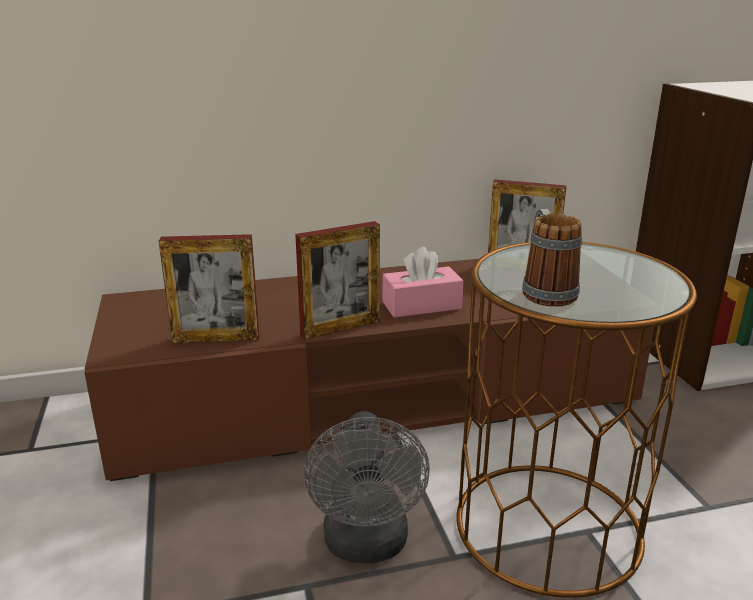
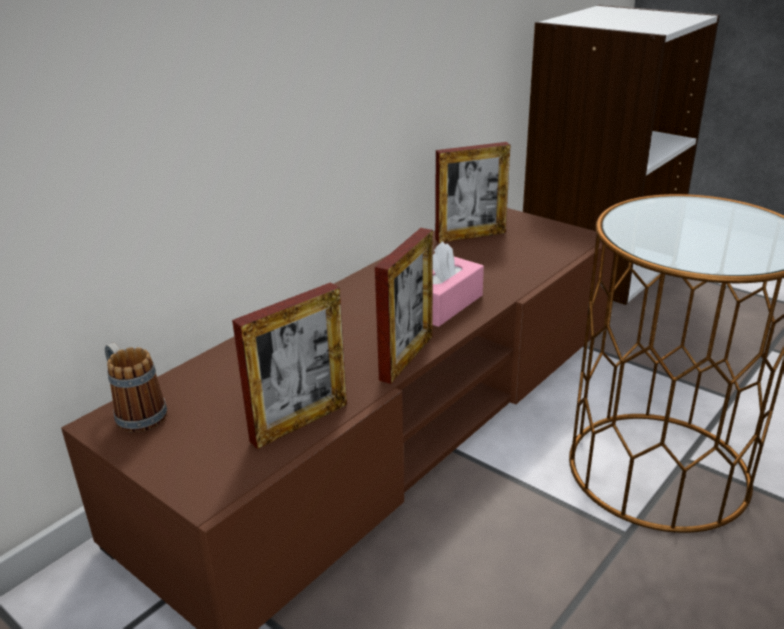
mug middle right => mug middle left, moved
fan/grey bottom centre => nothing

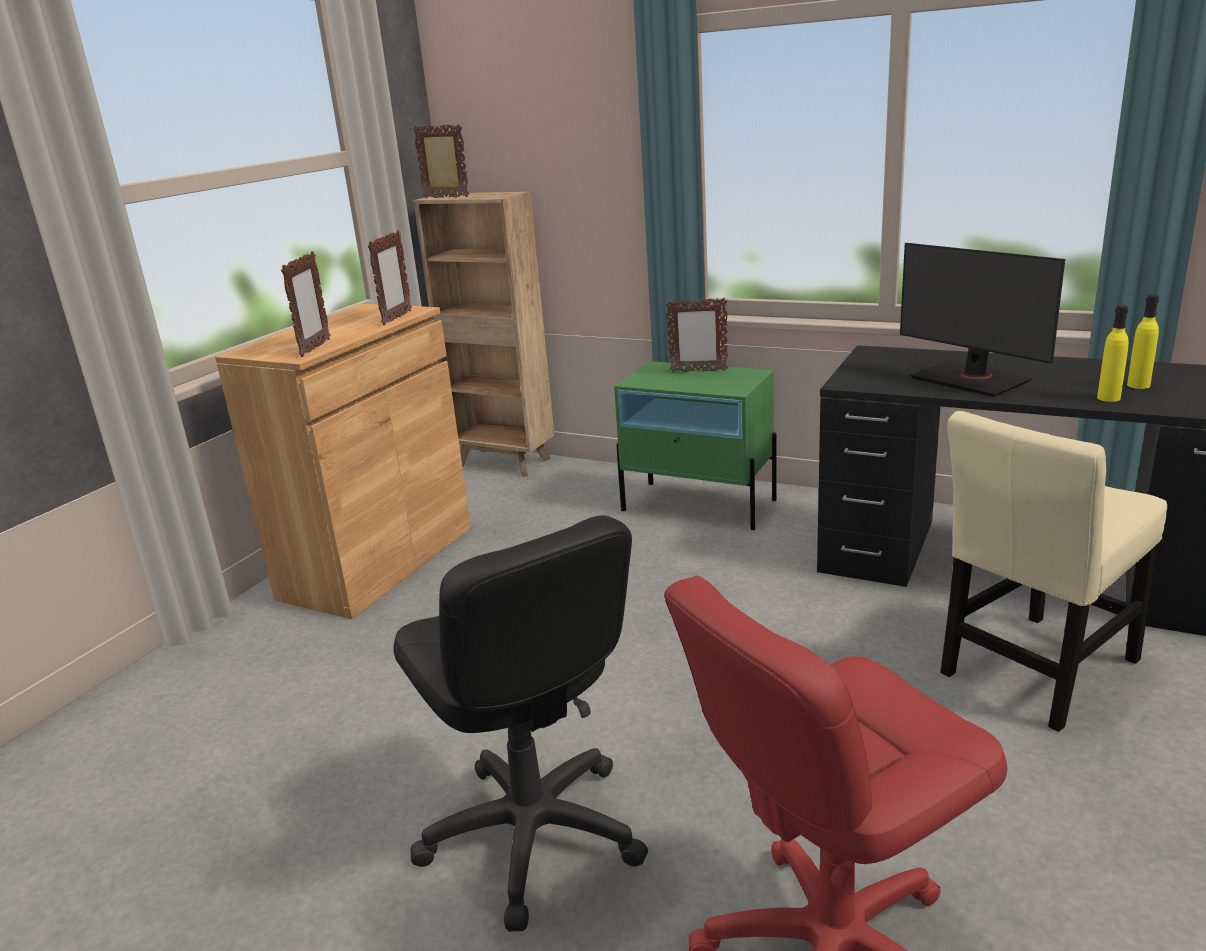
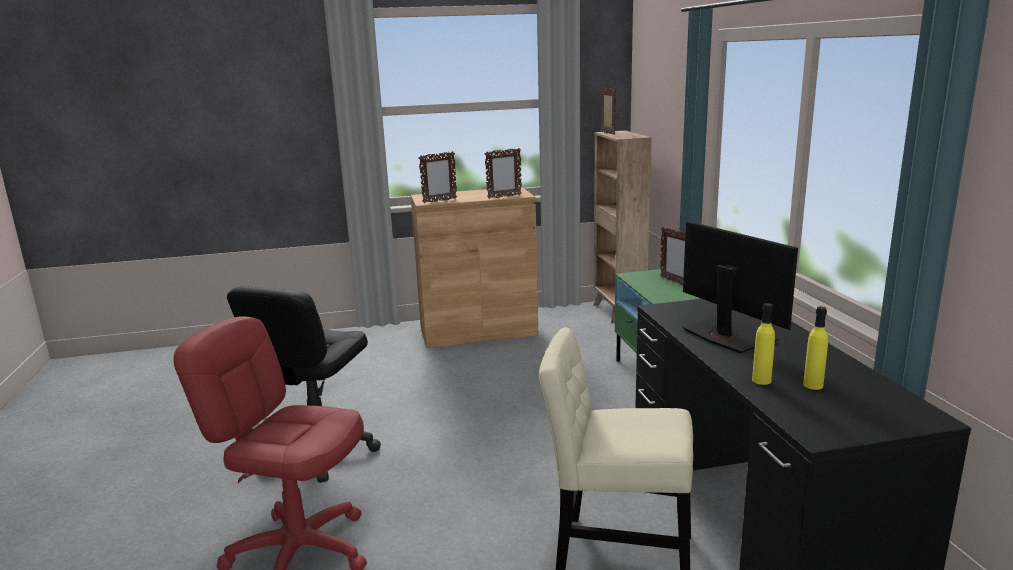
monitor middle right, 135 degrees clockwise

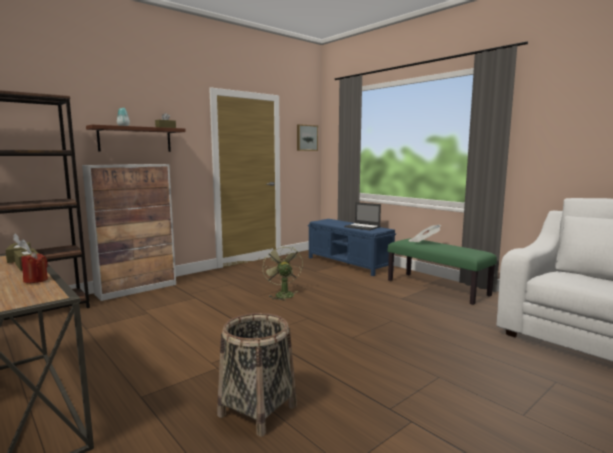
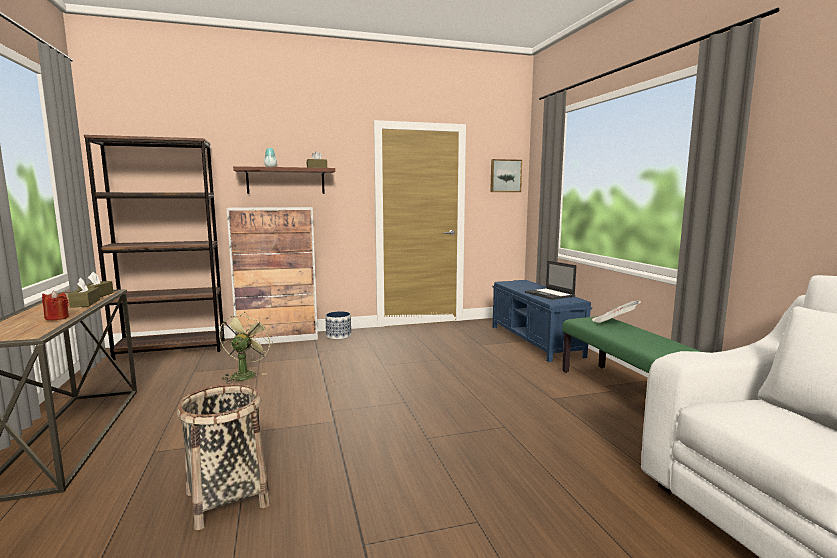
fan/green centre => fan/green middle left, moved
nothing => planter centre

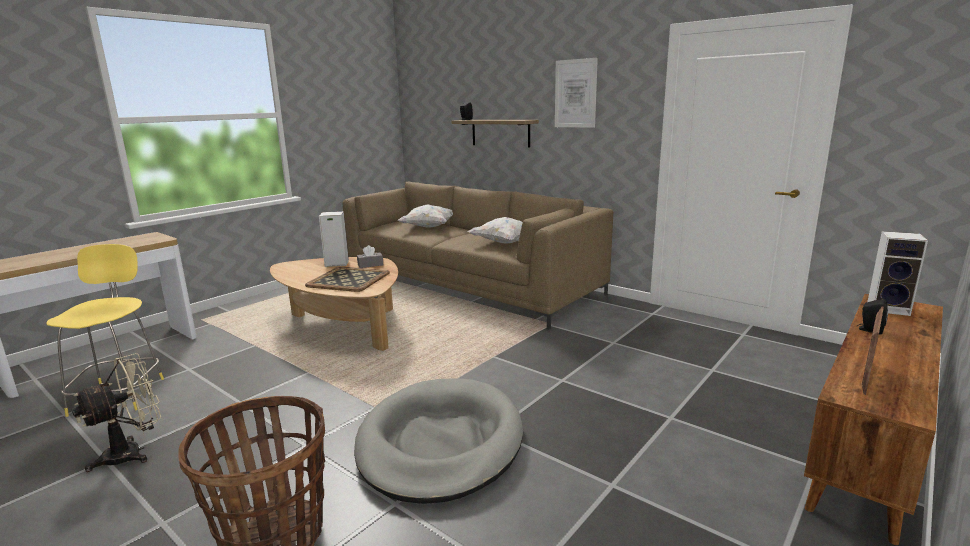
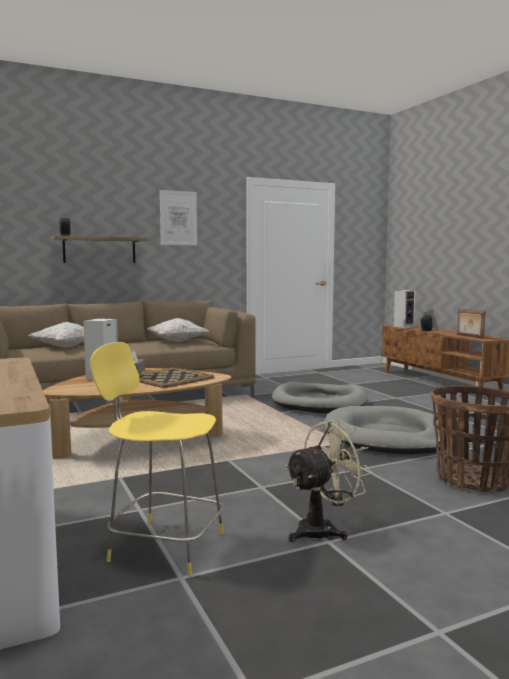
nothing => dog bed/grey (1st from left) centre
fan/beige bottom left => fan/beige bottom centre, 75 degrees clockwise

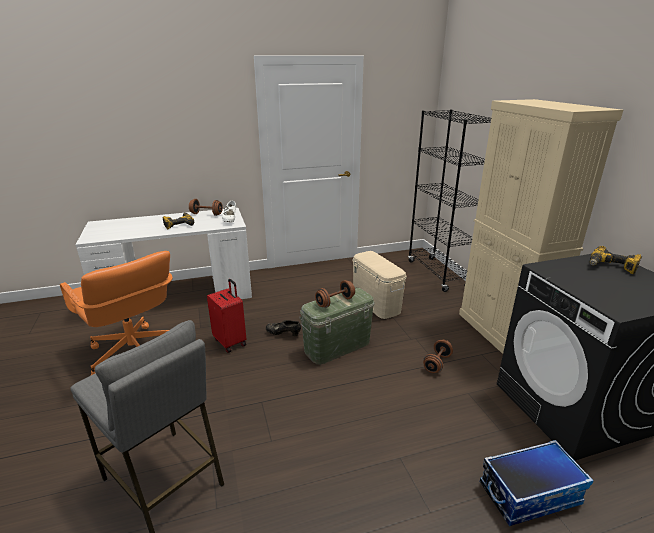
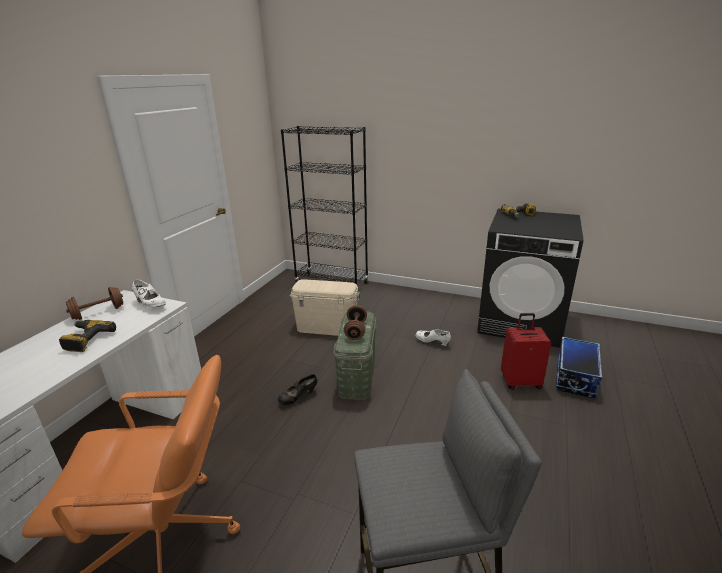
dumbbell/brown (3rd from left) bottom right => shoe/white (2nd from left) centre
suitcase/red centre => suitcase/red middle right, moved
cabinet/beige middle right => nothing

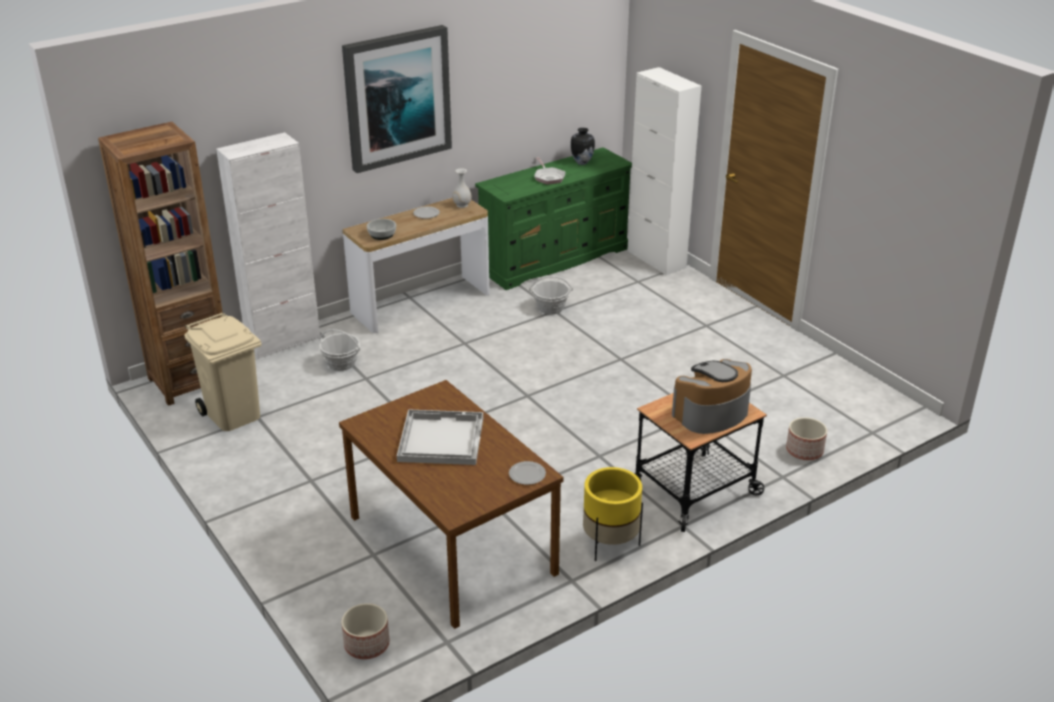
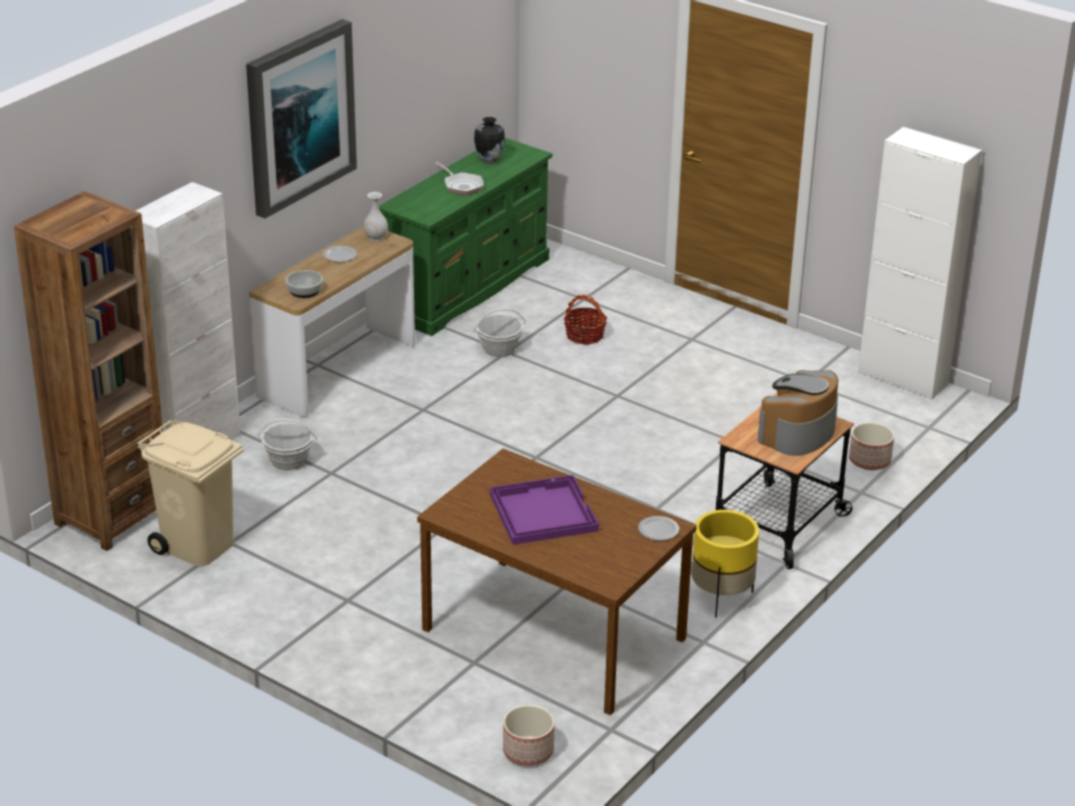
tray/white centre => tray/purple centre
nothing => basket (3rd from left) centre
cabinet/white (2nd from left) top centre => cabinet/white (2nd from left) top right, moved

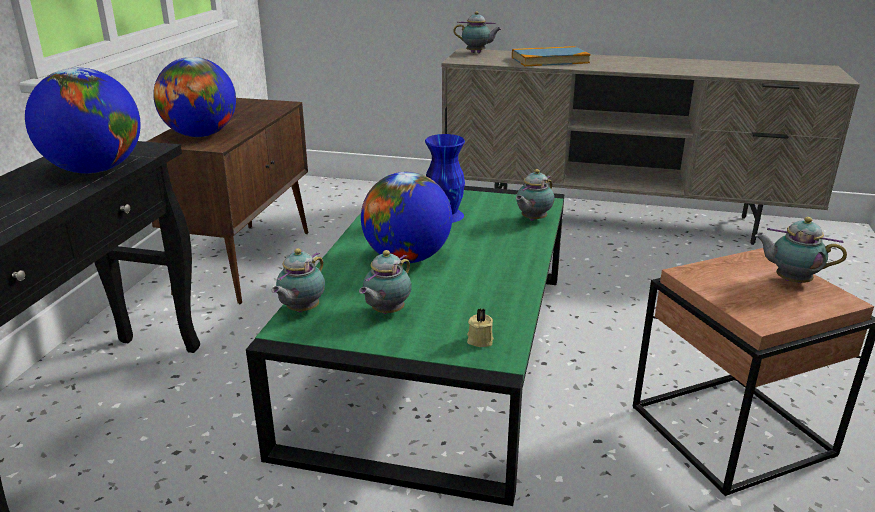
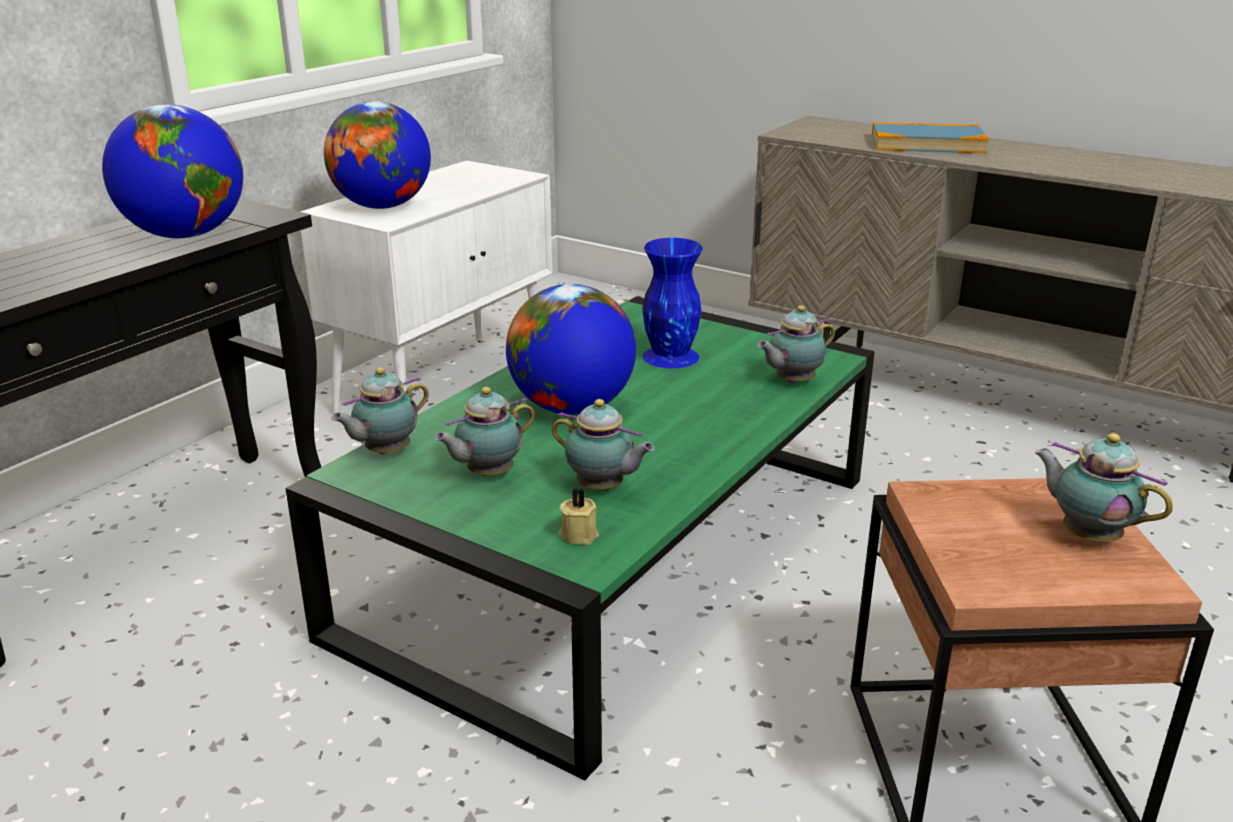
cabinet/brown middle left => cabinet/white centre
teapot (3rd from left) top centre => teapot (3rd from left) centre, moved

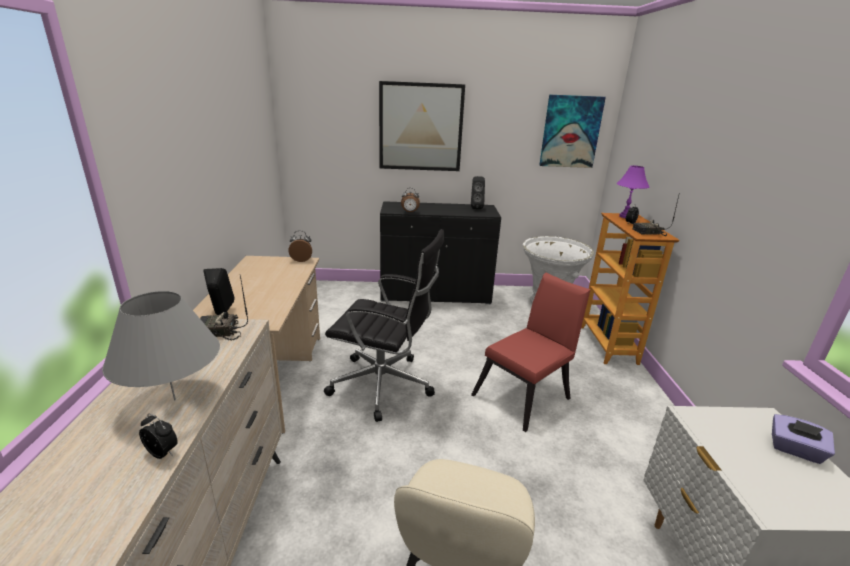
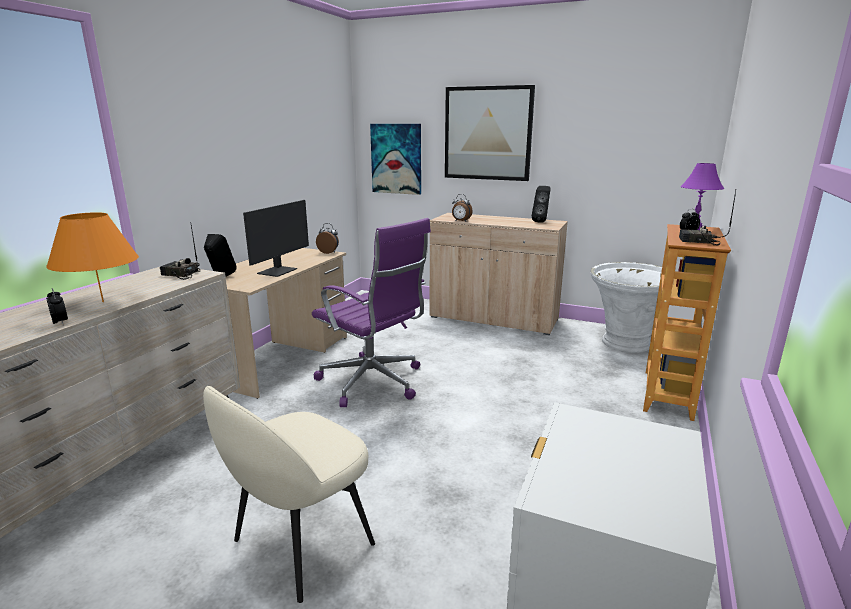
table lamp/grey middle left => table lamp/orange middle left
nothing => monitor middle left
office chair/black centre => office chair/purple centre
picture (2nd from left in the first image) top right => picture (1st from left) top centre, moved
cabinet/black centre => cabinet/beige centre
chair/red centre => nothing
tissue box/purple bottom right => nothing

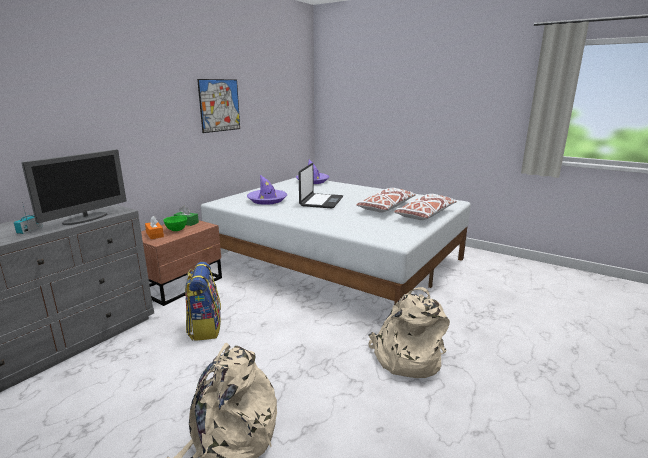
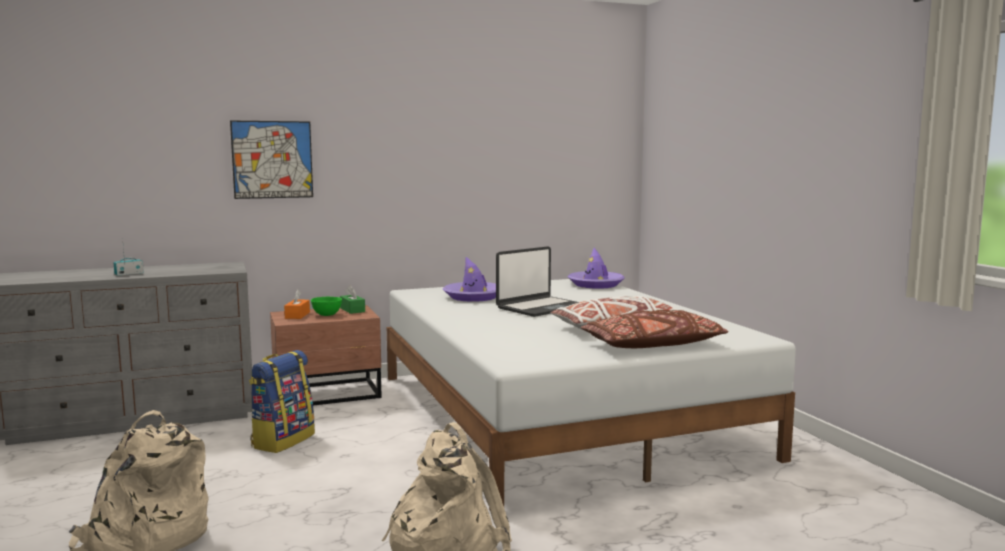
picture top centre => picture top left, moved
pillow/white (2nd from left) centre => pillow/brown centre
monitor middle left => nothing

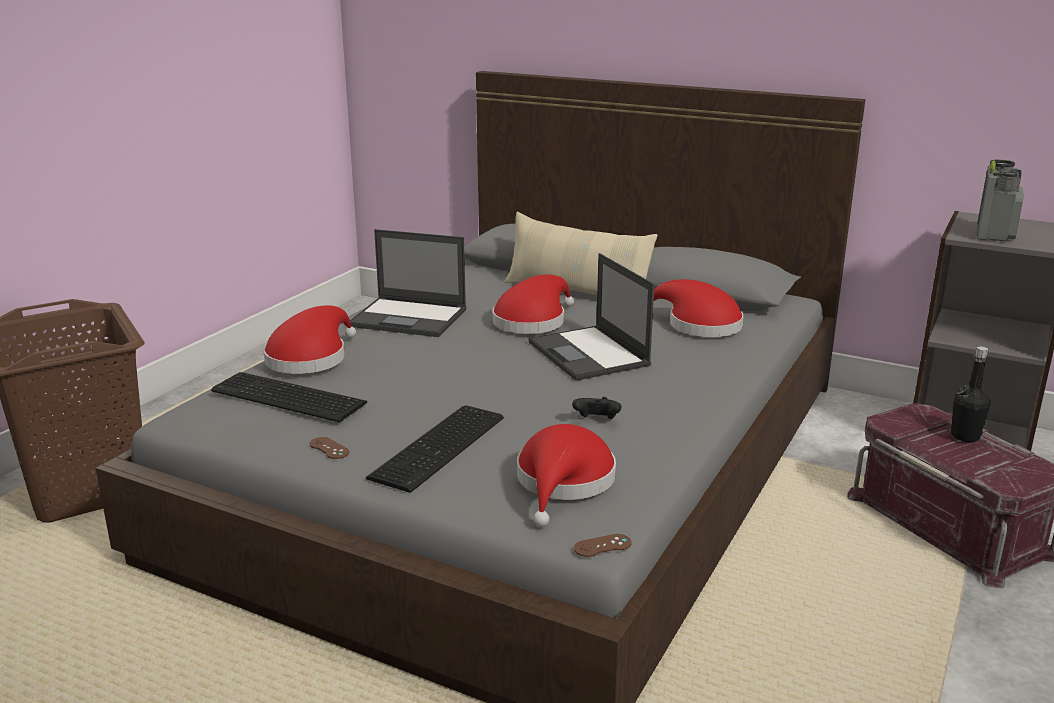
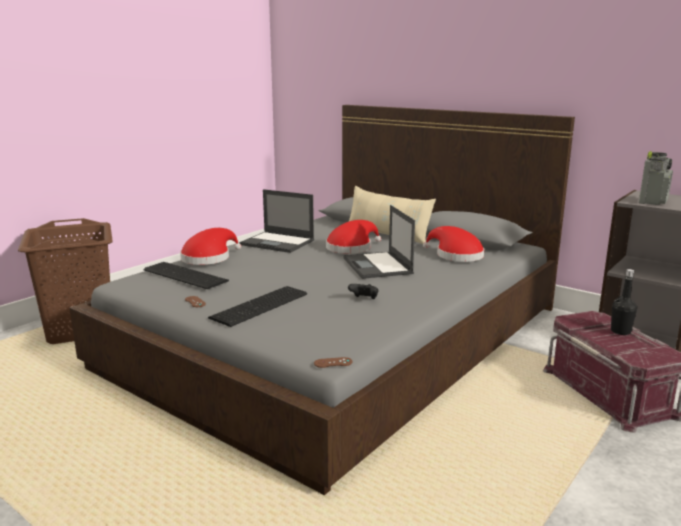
hat/red (3rd from left) bottom centre => nothing

